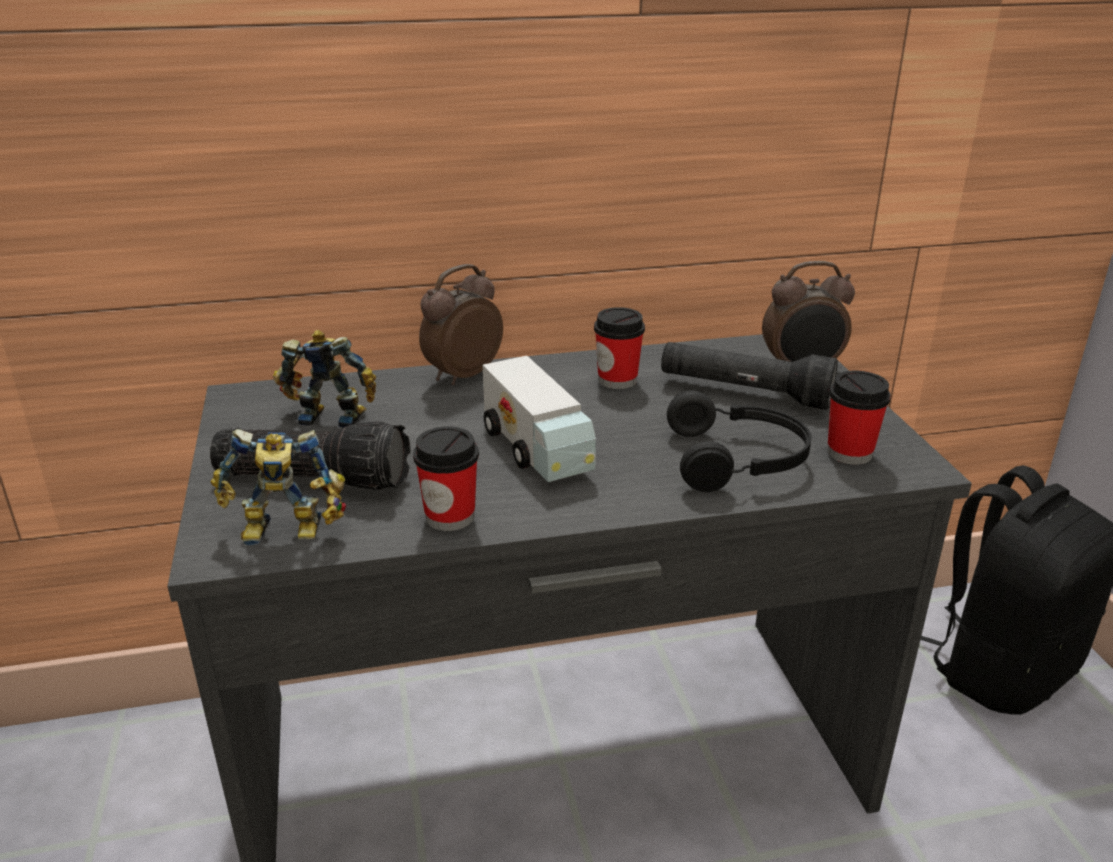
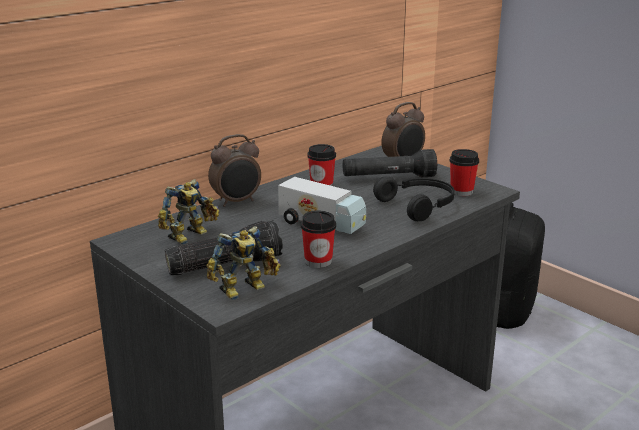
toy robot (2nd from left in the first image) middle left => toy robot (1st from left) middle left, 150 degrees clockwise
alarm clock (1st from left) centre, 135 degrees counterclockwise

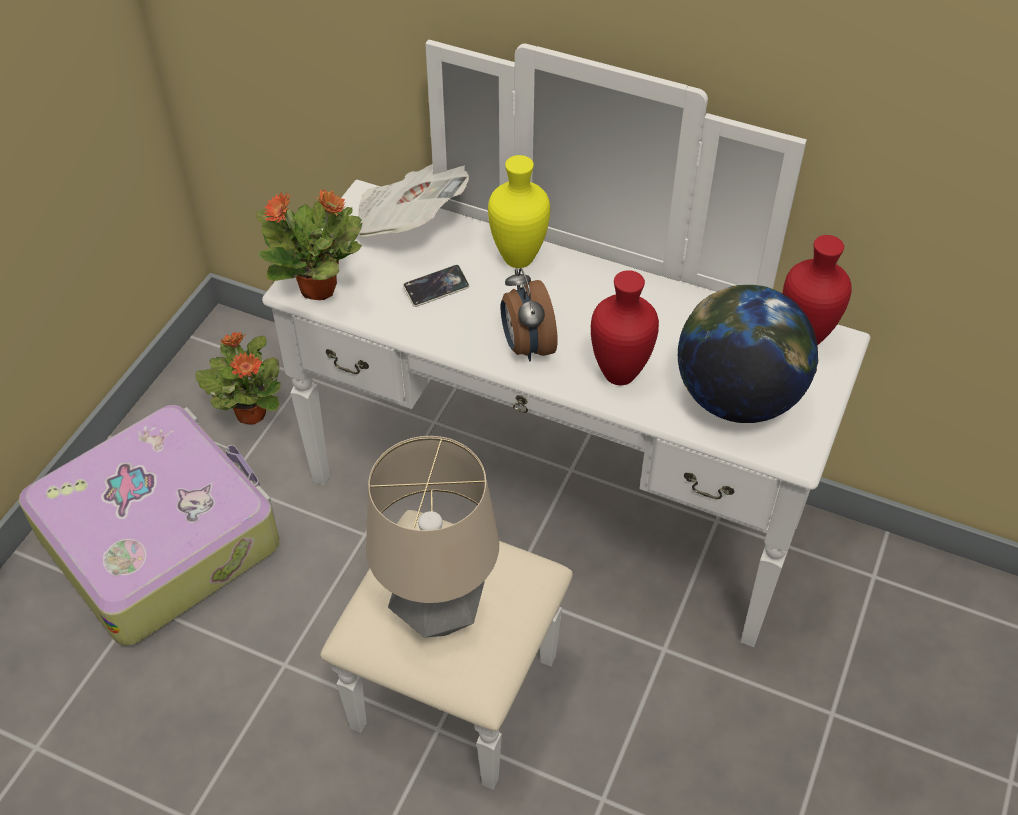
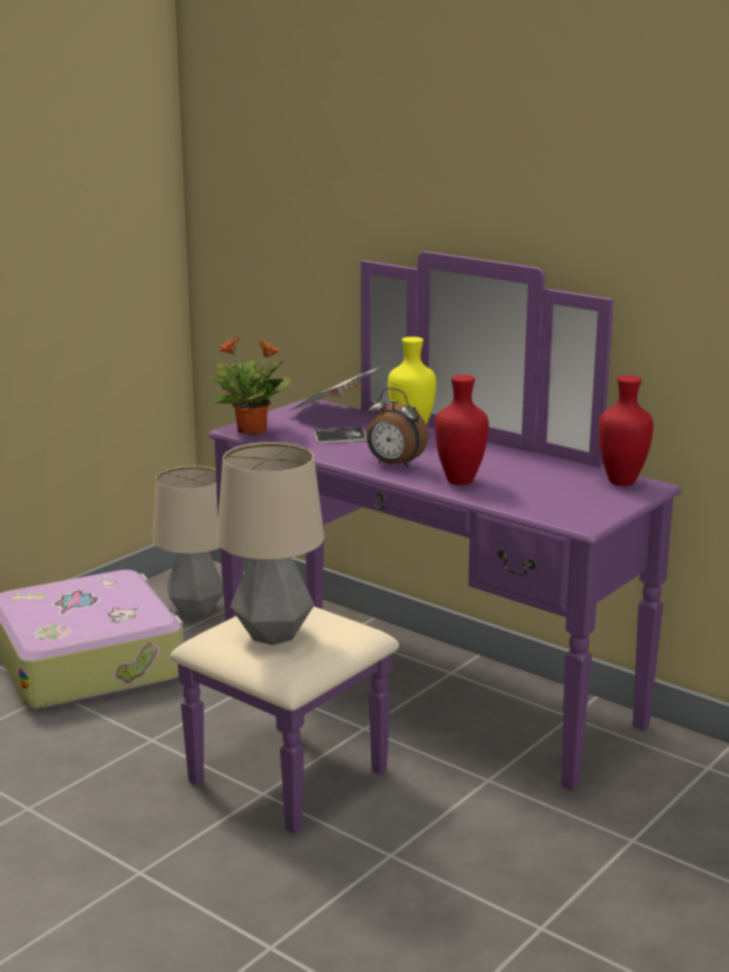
potted plant (1st from left) middle left => table lamp (1st from left) middle left
dresser/white centre => dresser/purple centre
alarm clock centre, 60 degrees counterclockwise
globe middle right => nothing

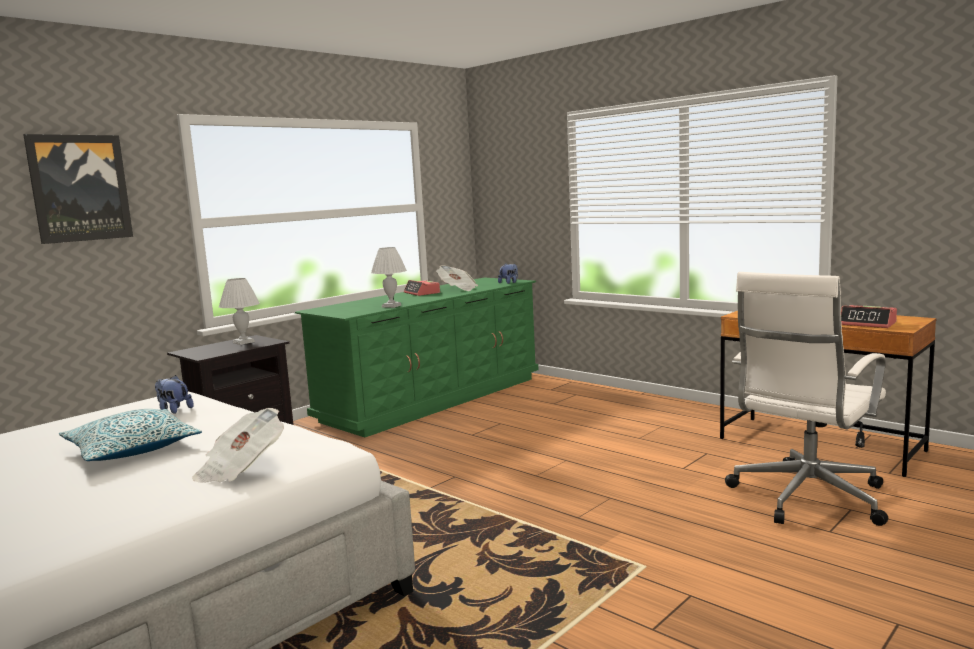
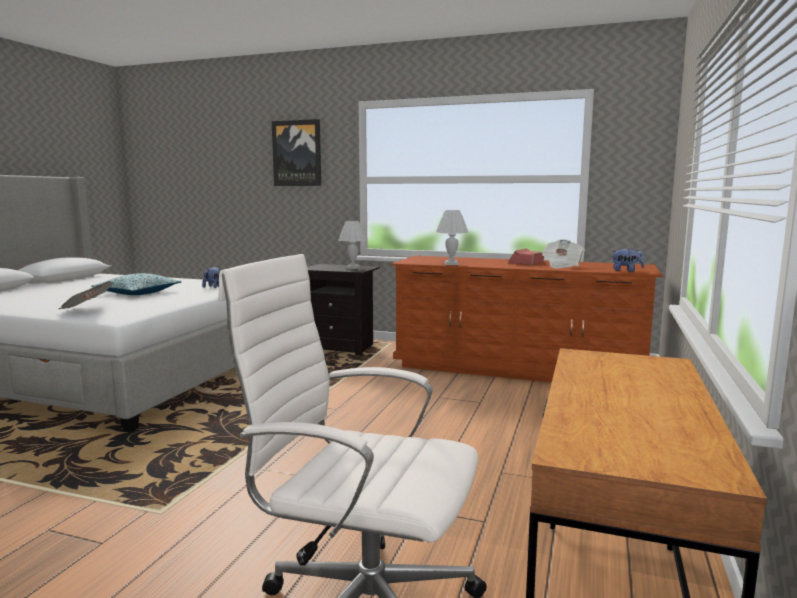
dresser/green centre => dresser/brown centre
alarm clock (2nd from left) middle right => nothing

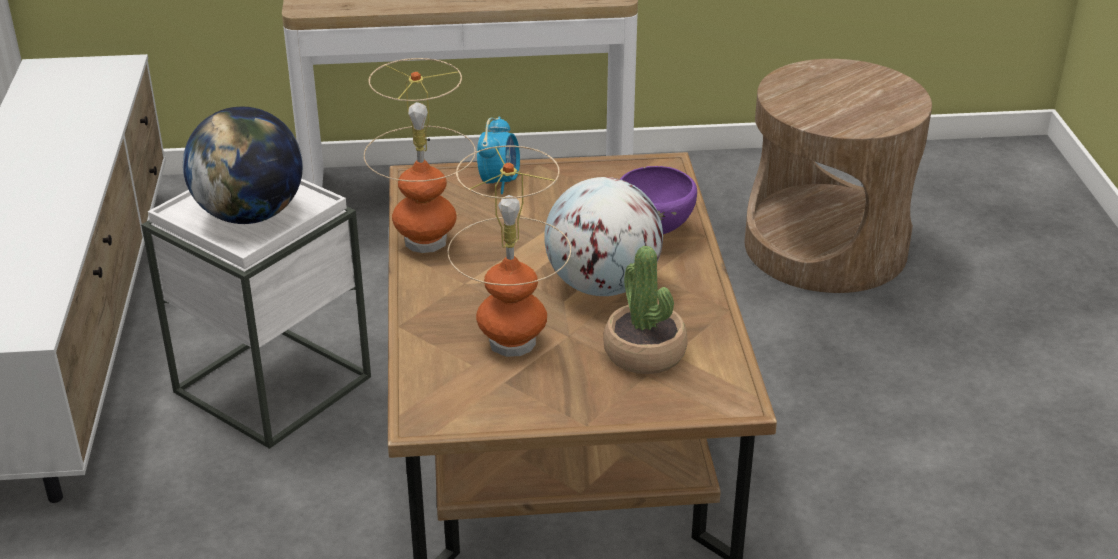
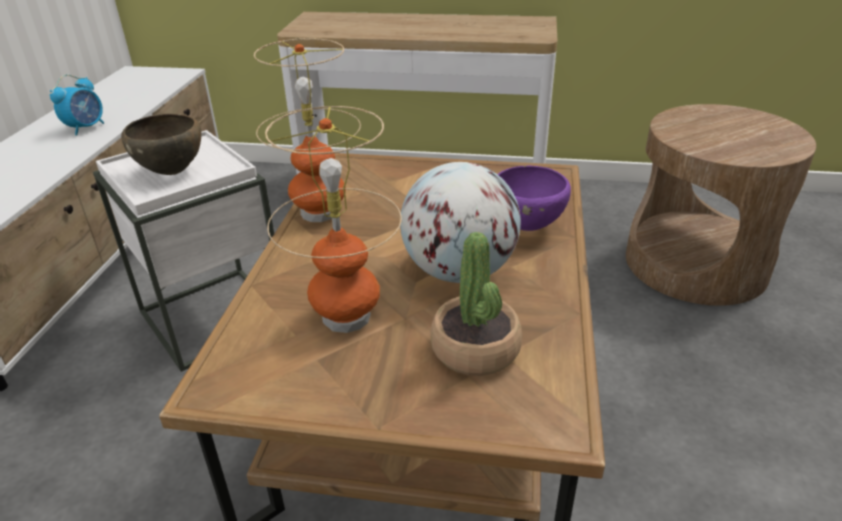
alarm clock top centre => alarm clock top left, moved
globe (1st from left) top left => bowl/brown top left

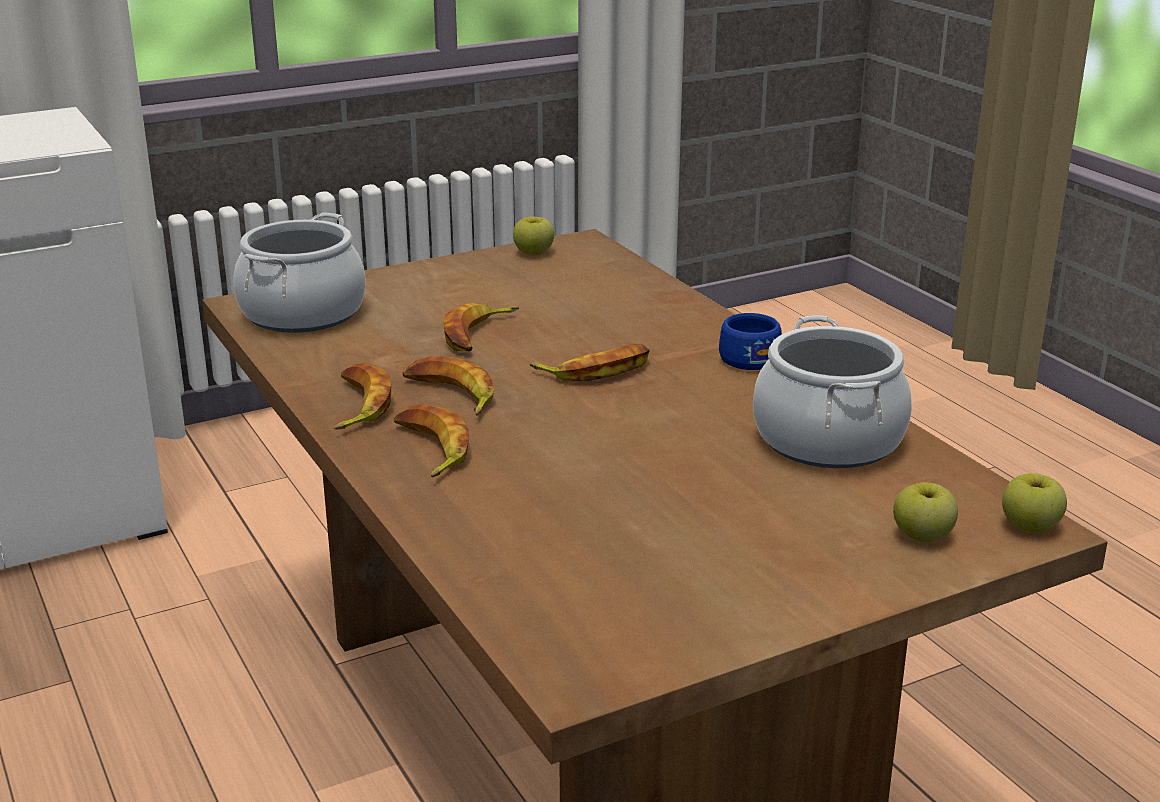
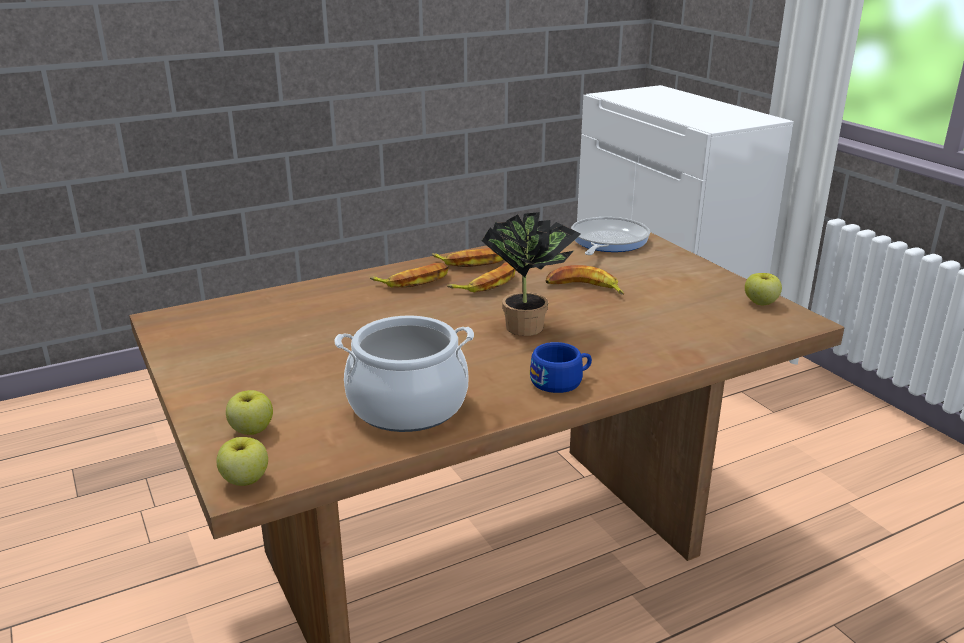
banana (5th from left) centre => potted plant centre
cooking pot (1st from left) middle left => frying pan centre

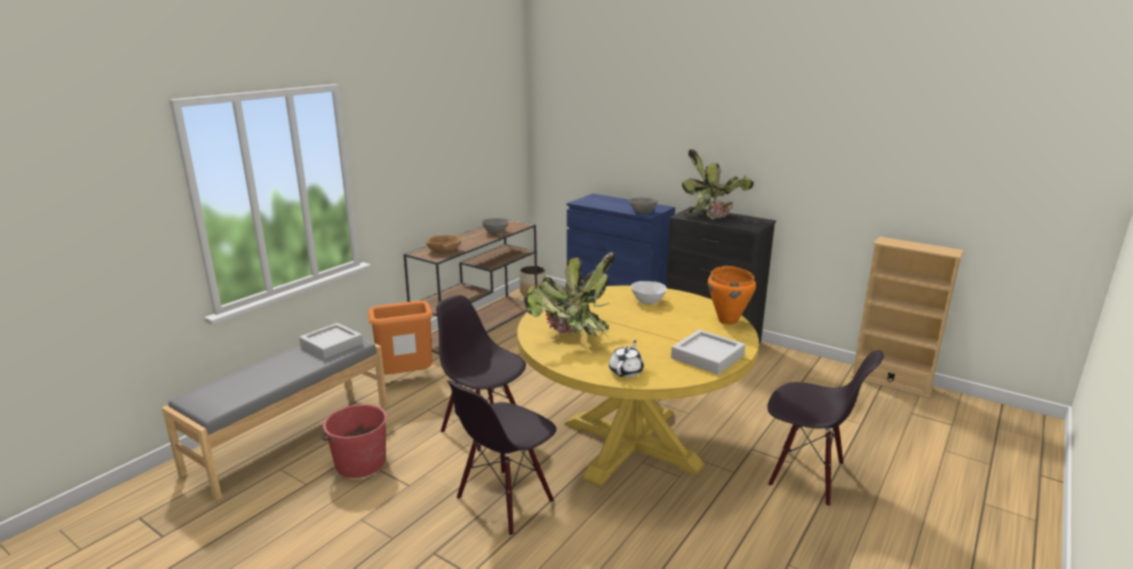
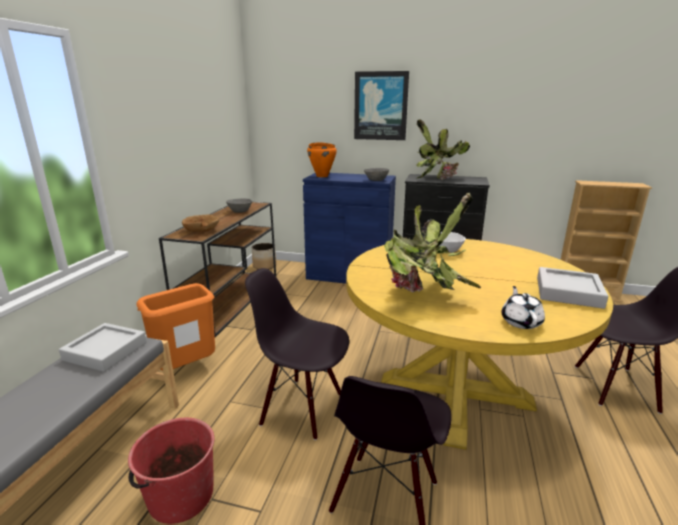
cooking pot/orange centre => cooking pot/orange top centre, moved
nothing => picture top centre

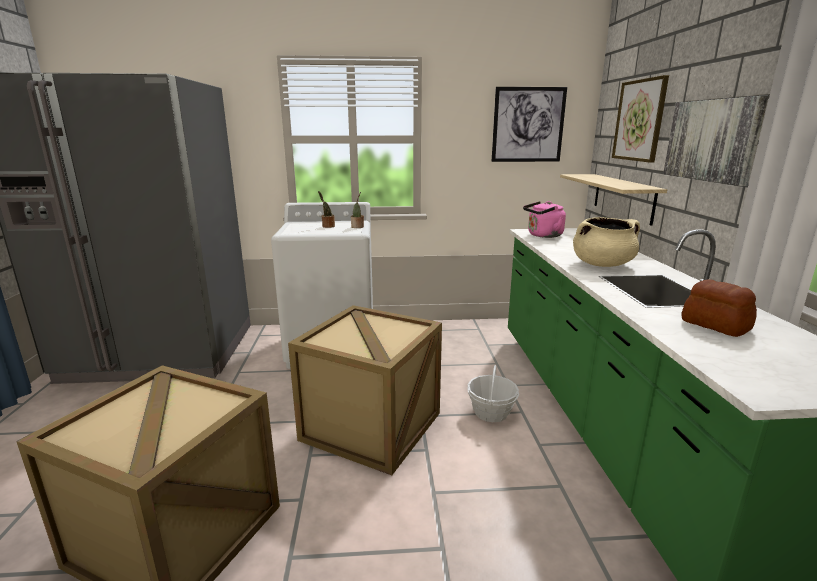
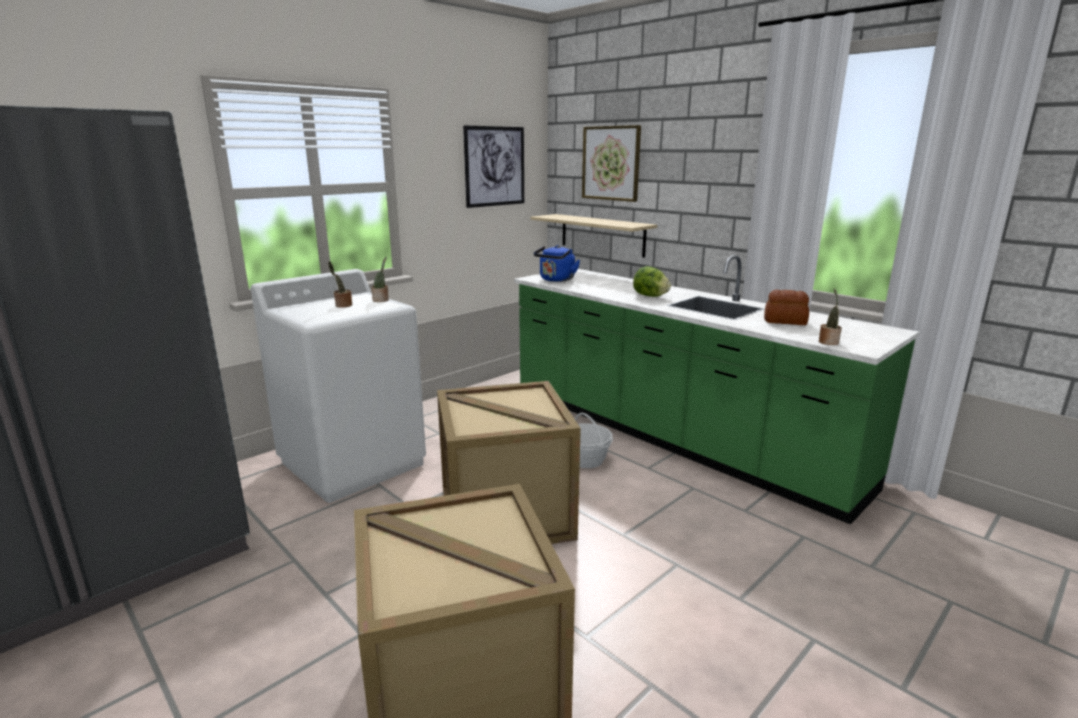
kettle/pink centre => kettle/blue centre
cooking pot/beige middle right => lettuce centre
nothing => potted plant (3rd from left) middle right
picture (3rd from left) top right => nothing

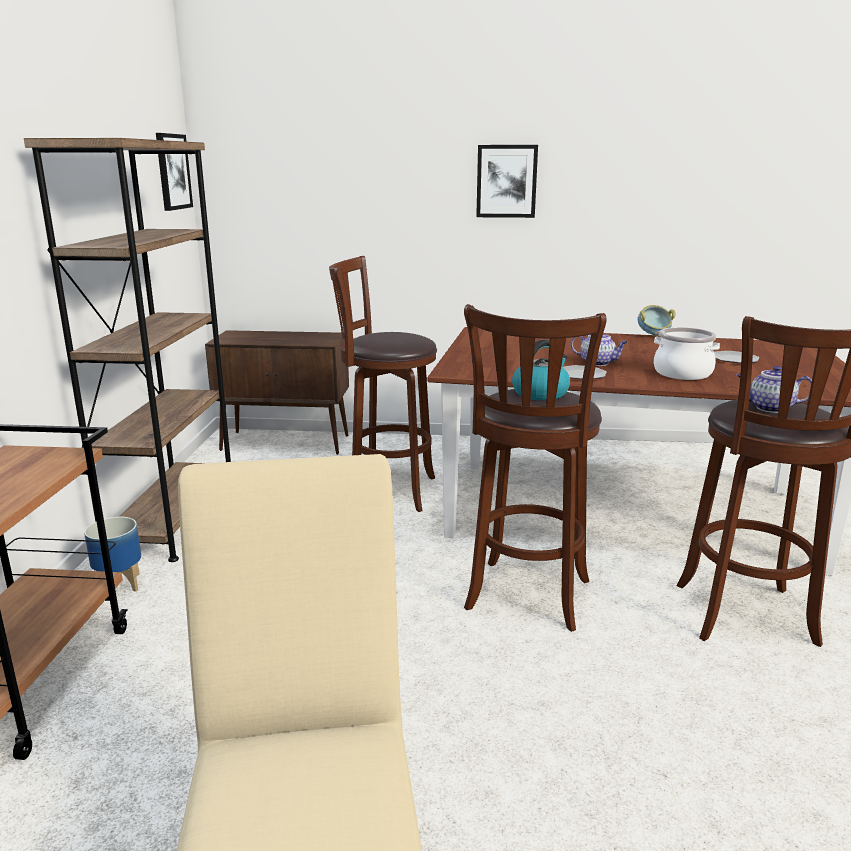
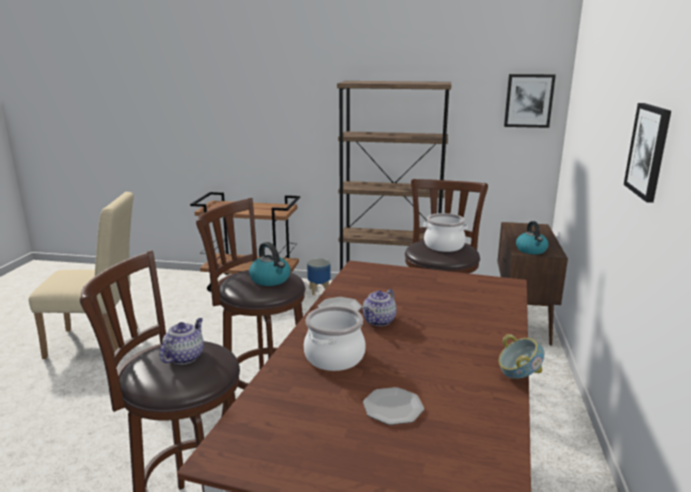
nothing => cooking pot (2nd from left) centre
nothing => kettle (2nd from left) middle right

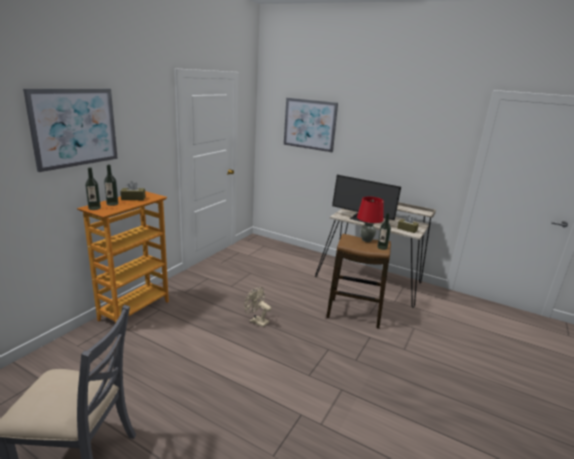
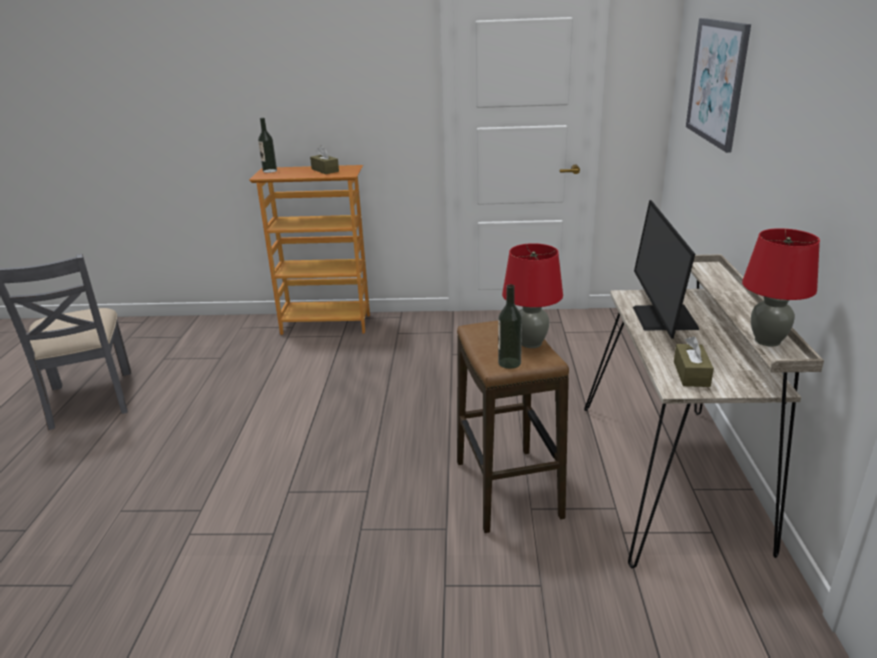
nothing => table lamp/red (2nd from left) middle right
picture (1st from left) top left => nothing
bottle (2nd from left) middle left => nothing
fan/beige bottom centre => nothing

